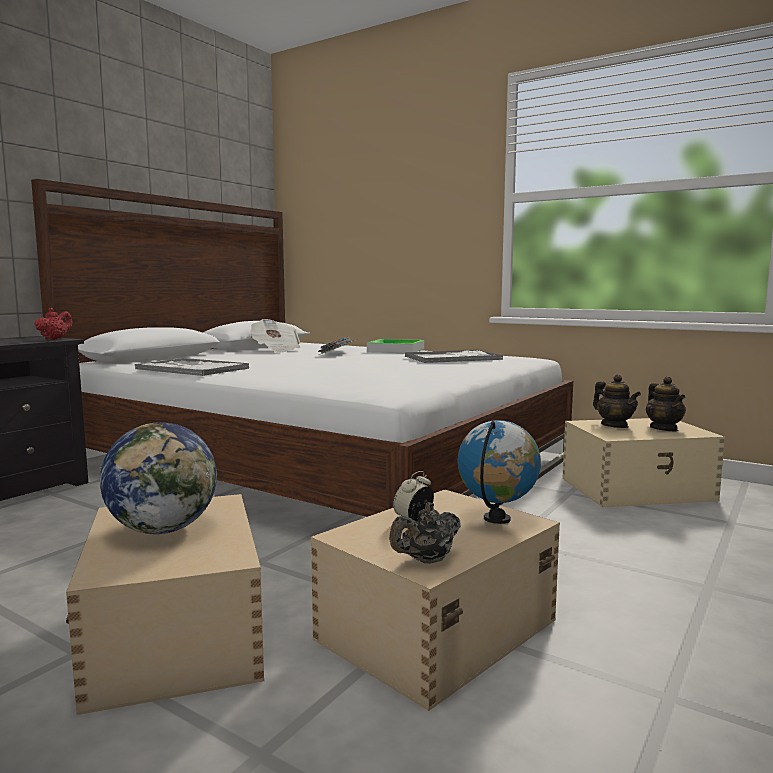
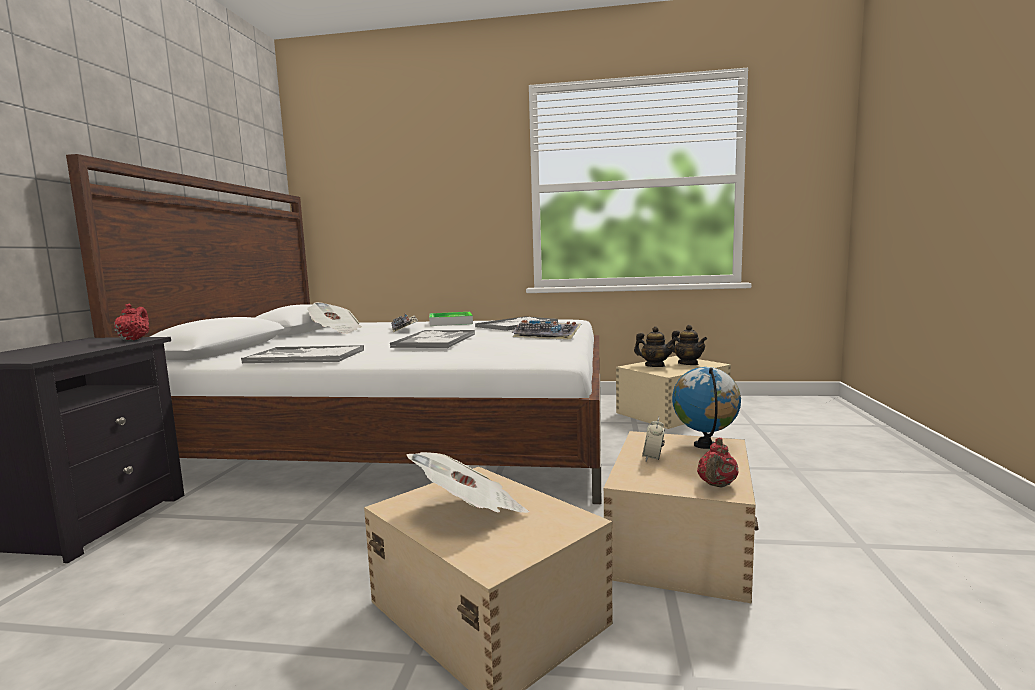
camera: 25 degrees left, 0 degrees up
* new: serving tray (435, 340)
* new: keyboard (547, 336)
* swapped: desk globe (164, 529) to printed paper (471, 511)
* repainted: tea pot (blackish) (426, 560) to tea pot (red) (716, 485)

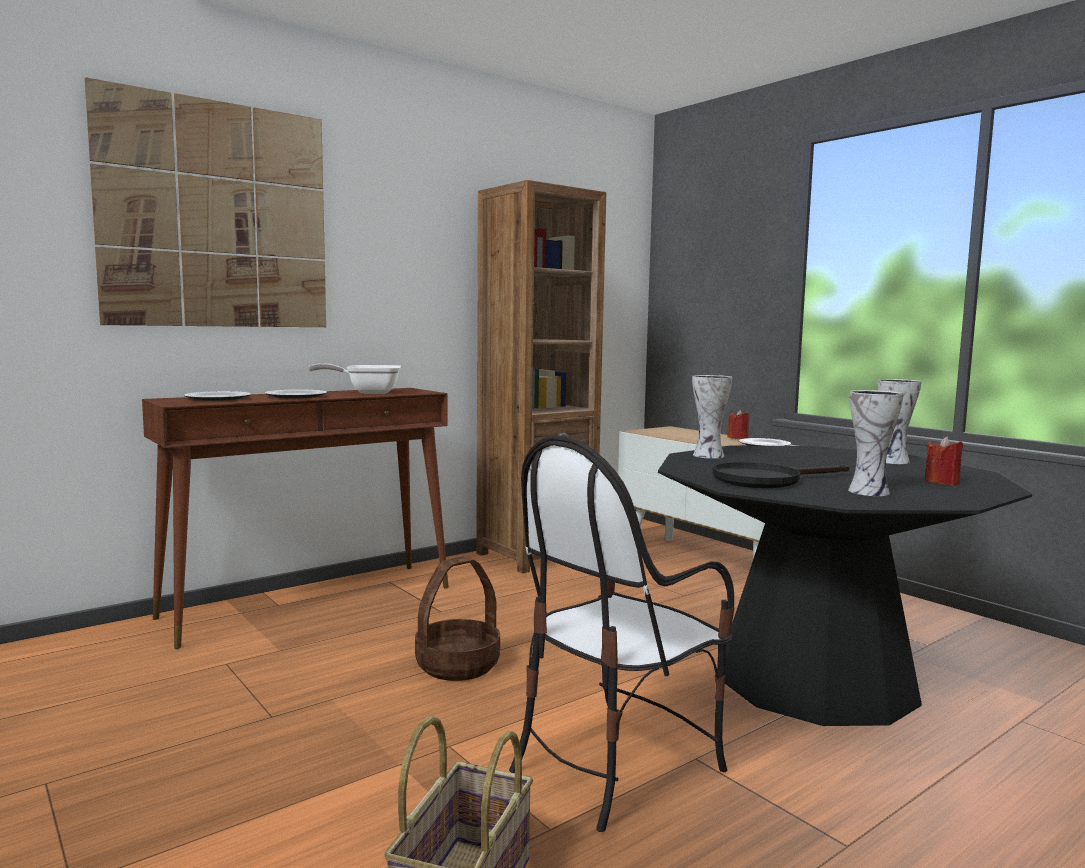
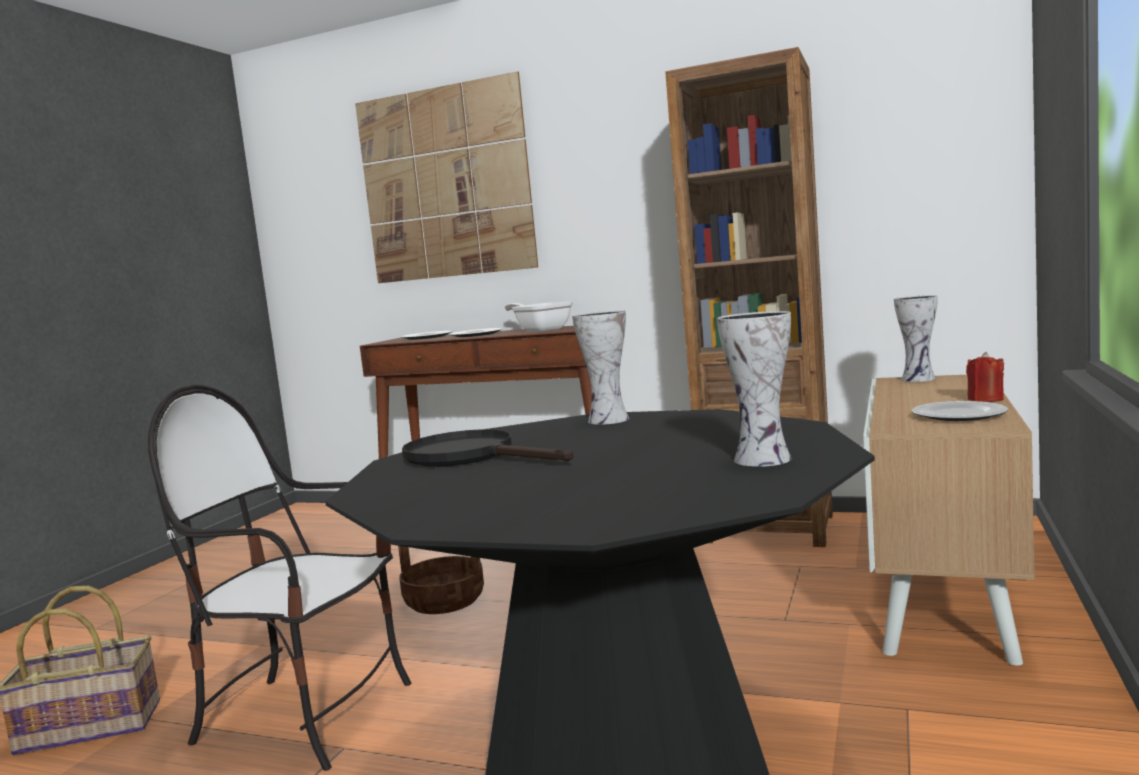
camera: 60 degrees right, 0 degrees up
* gone: wax light (red) (941, 482)
* shifted: vase (869, 491) to (920, 379)

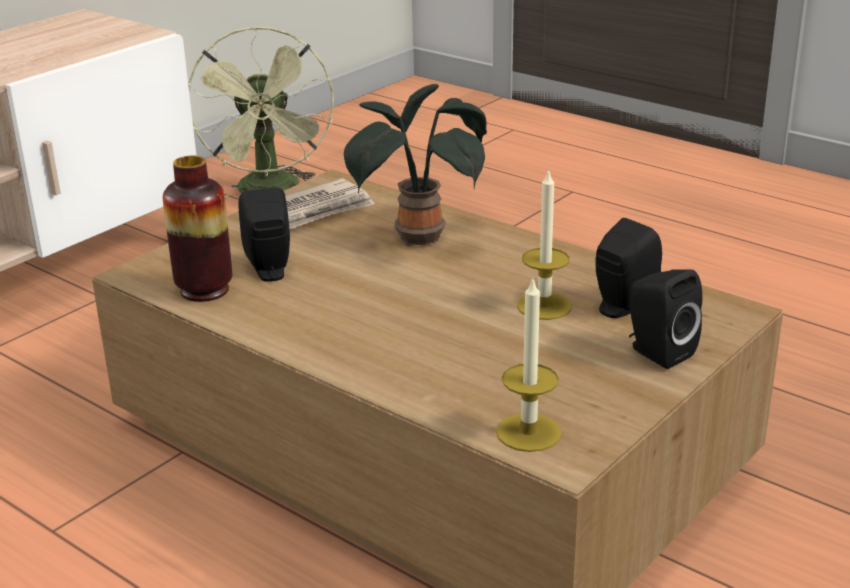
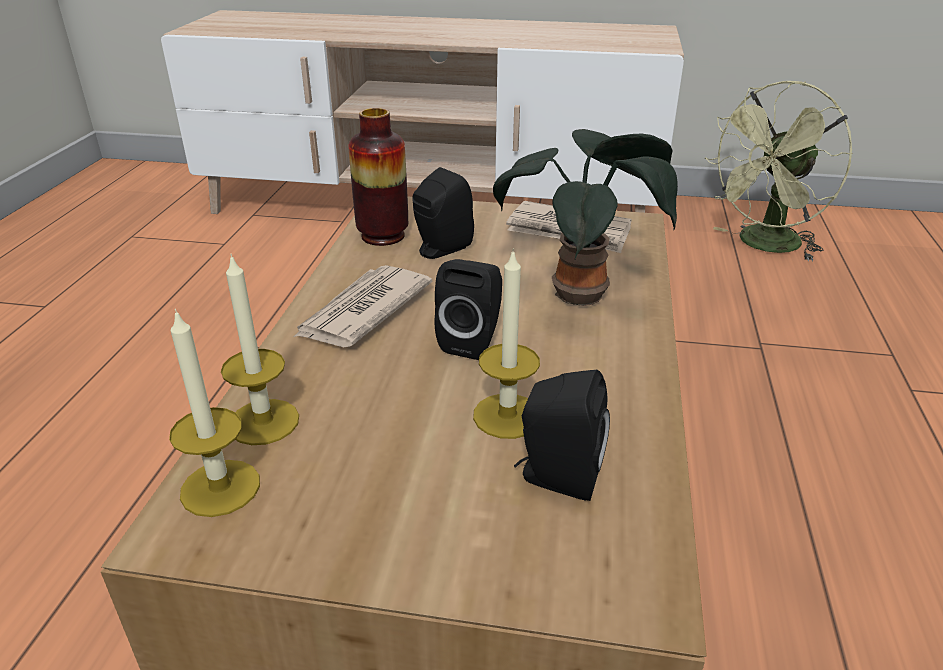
camera: 60 degrees right, 5 degrees up
* new: wax light (263, 422)
* new: printed paper (362, 311)
* shifted: audio speaker (blackish) (657, 352) to (472, 341)

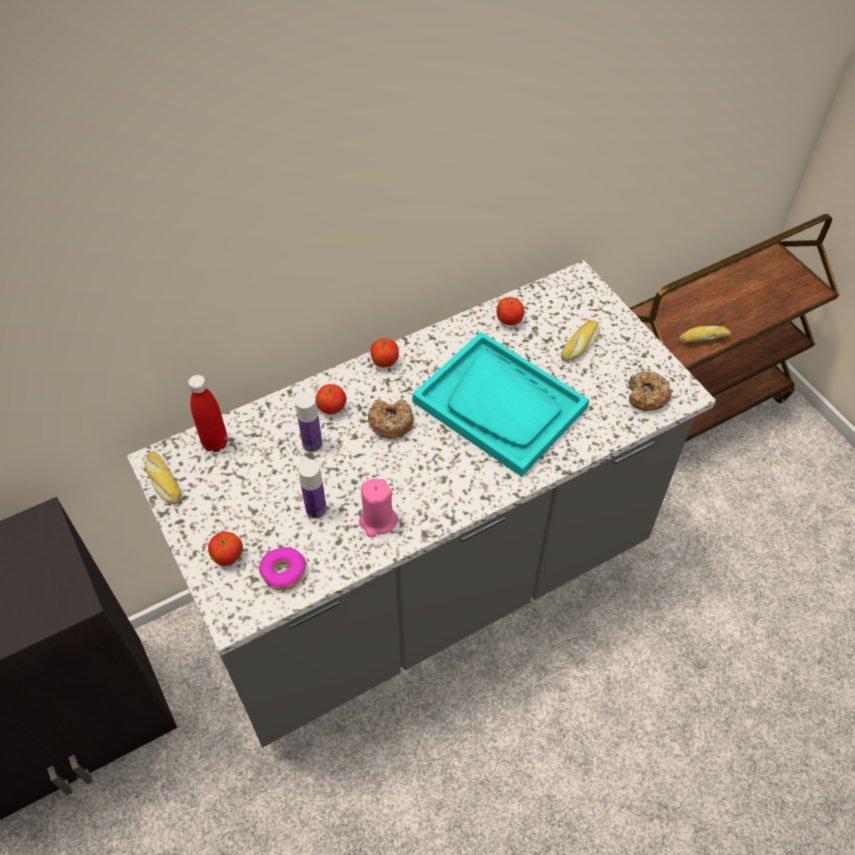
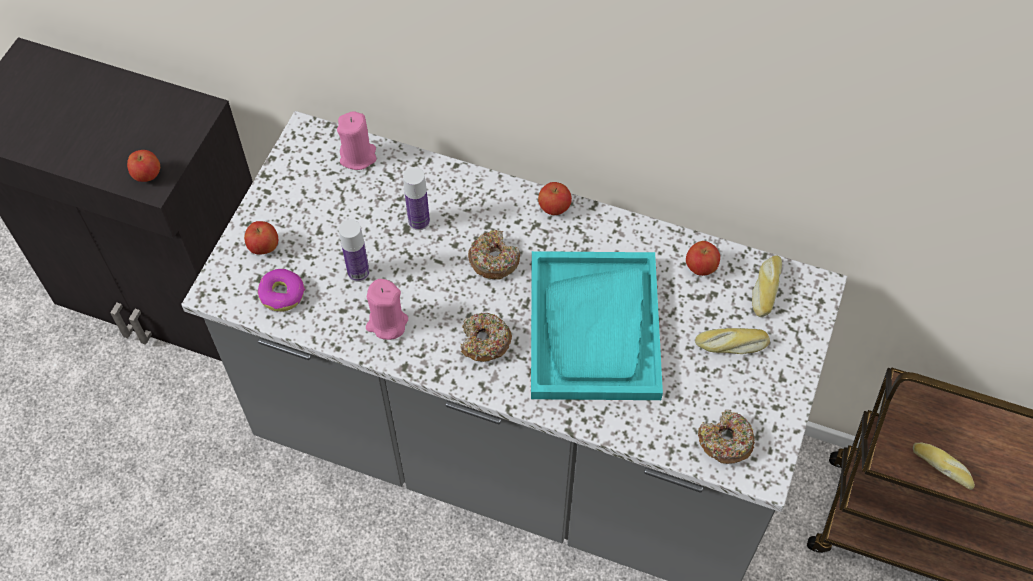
camera: 50 degrees right, 5 degrees up
* new: doughnut (484, 342)
* shifted: bakery bread (162, 482) to (765, 288)
* shifted: apple (332, 408) to (147, 175)
* swapped: bottle (red) (215, 443) to wax light (pink-coloured) (358, 156)

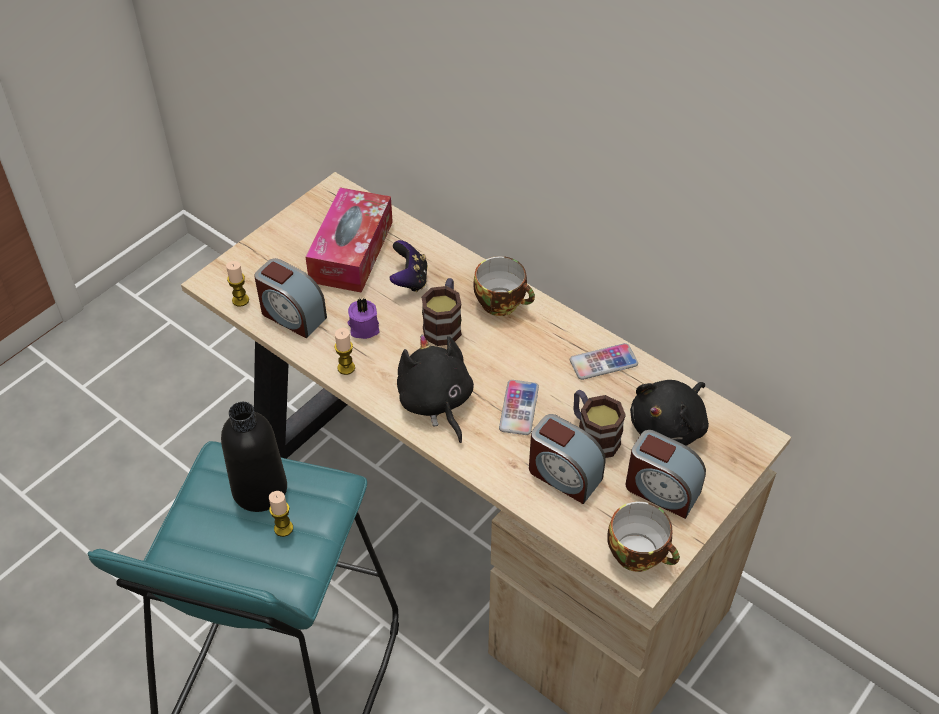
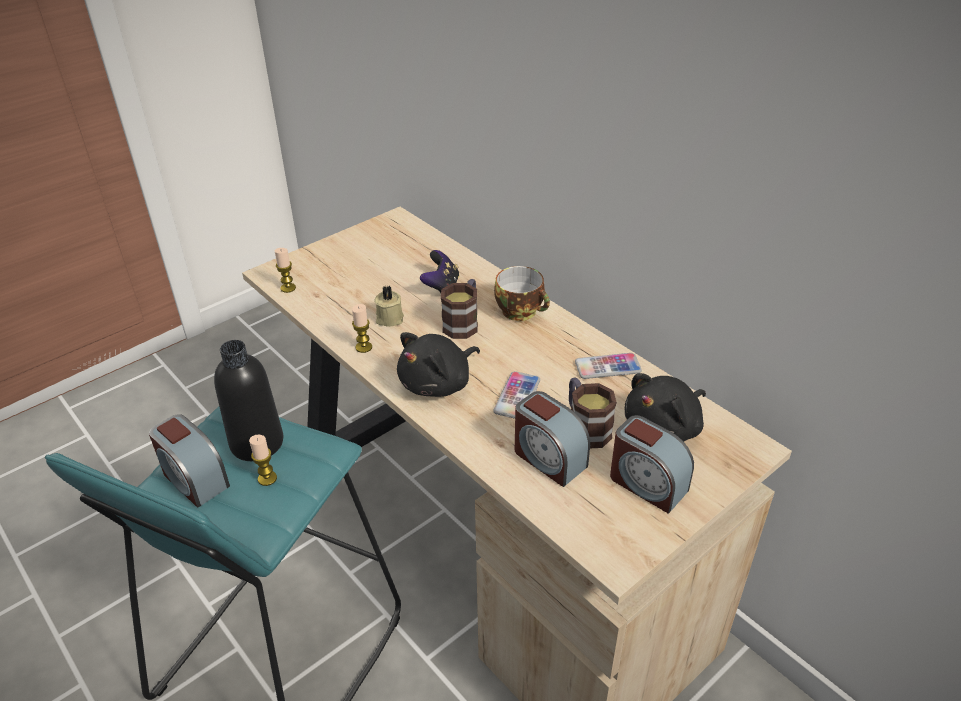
camera: 10 degrees right, 10 degrees down
* gone: tissue box (351, 251)
* gone: small cup (640, 553)
* shifted: bedside clock (292, 315) to (194, 479)
* repainted: wax light (purple-coloured) (363, 327) to wax light (sand-coloured) (389, 318)
* rotated: soft toy (blackish) (436, 403) = (438, 383) 120 degrees counterclockwise

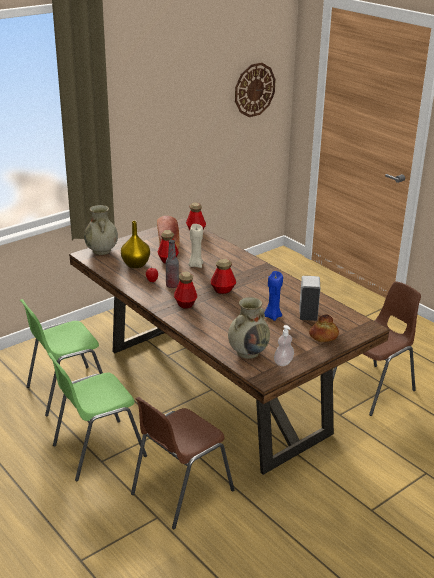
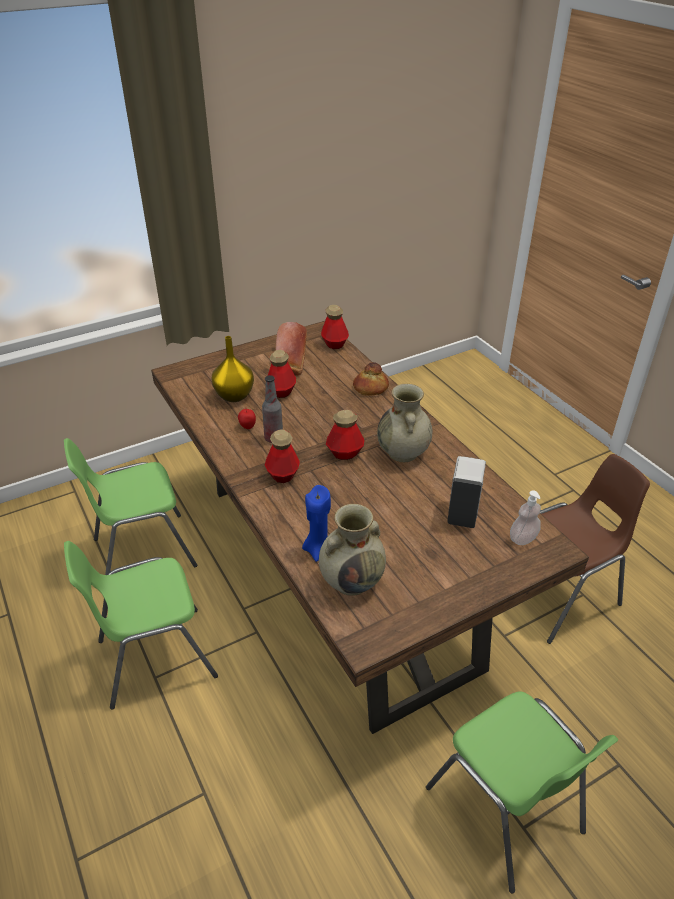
camera: 10 degrees right, 10 degrees up
* gone: chair (brown) (180, 492)
* gone: wax light (sand-coloured) (195, 265)
* gone: hanging clock (254, 89)
* new: chair (green) (505, 810)
* shifted: vase (sand-coloured) (102, 251) to (403, 453)
* shifted: wax light (bluish) (272, 316) to (318, 549)
* shifted: soap dispenser (283, 362) to (523, 538)
* shifted: bakery bread (324, 336) to (370, 388)

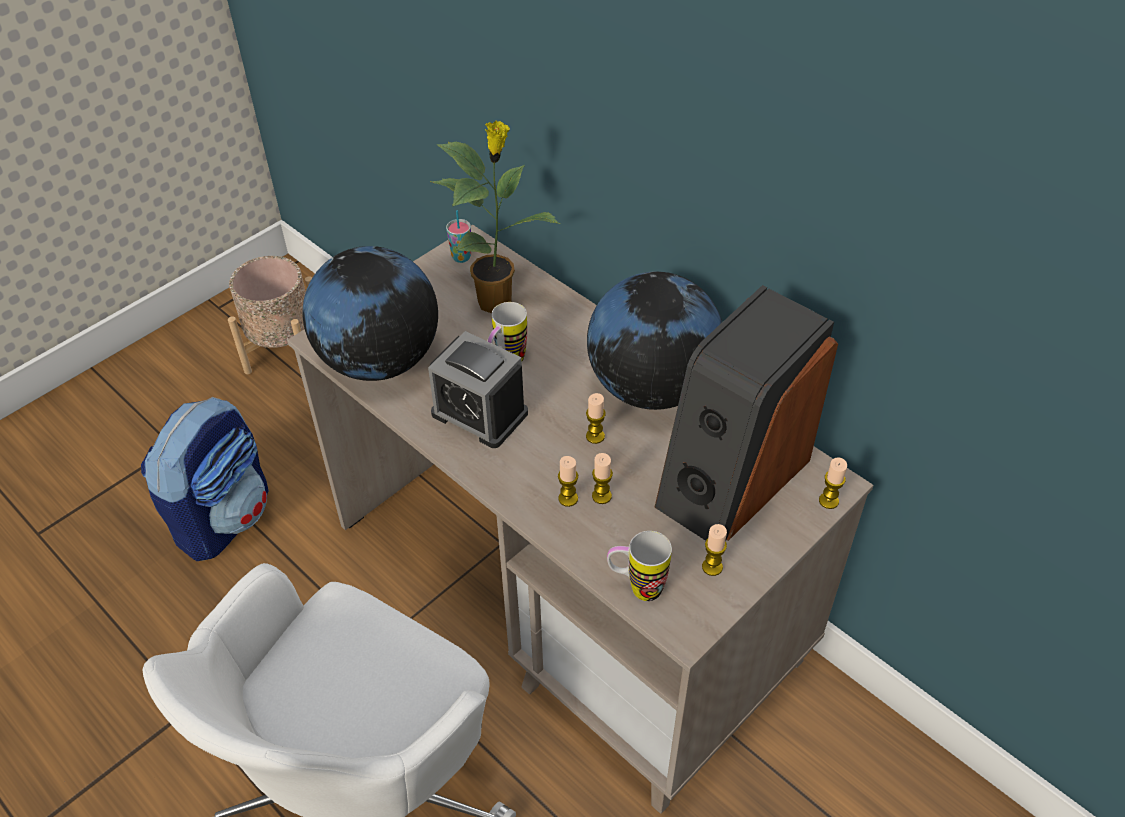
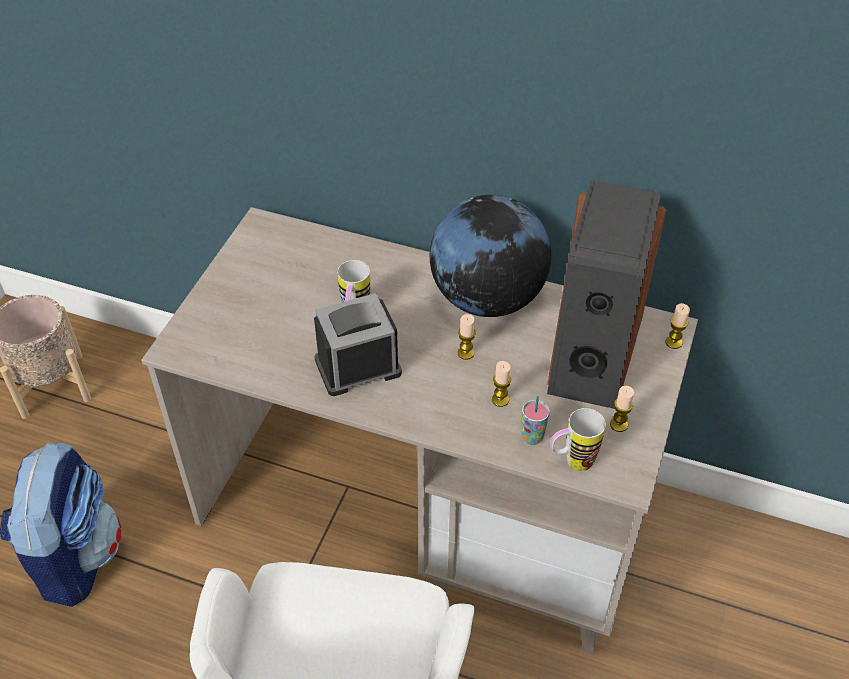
camera: 25 degrees left, 0 degrees up
* gone: desk globe (379, 360)
* gone: potted plant (497, 301)
* gone: wax light (568, 498)
* shifted: small cup (461, 257) to (532, 437)
* rotated: bedside clock (479, 413) = (358, 367) 150 degrees clockwise

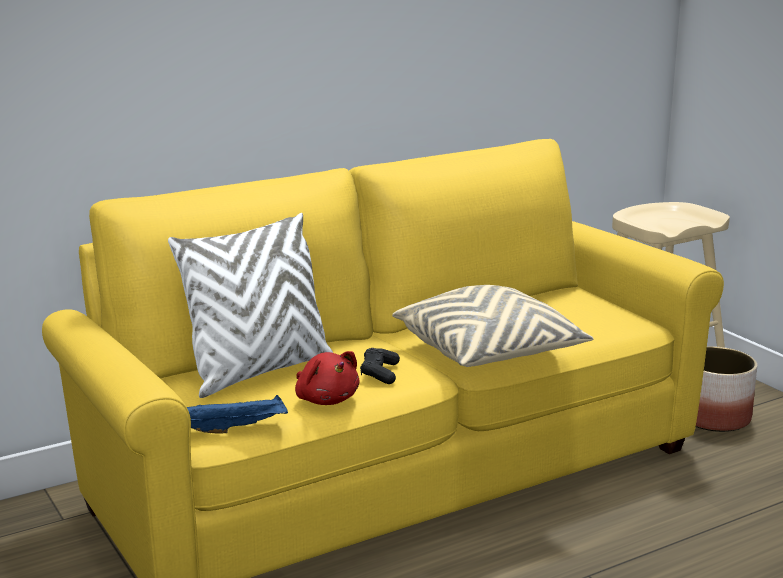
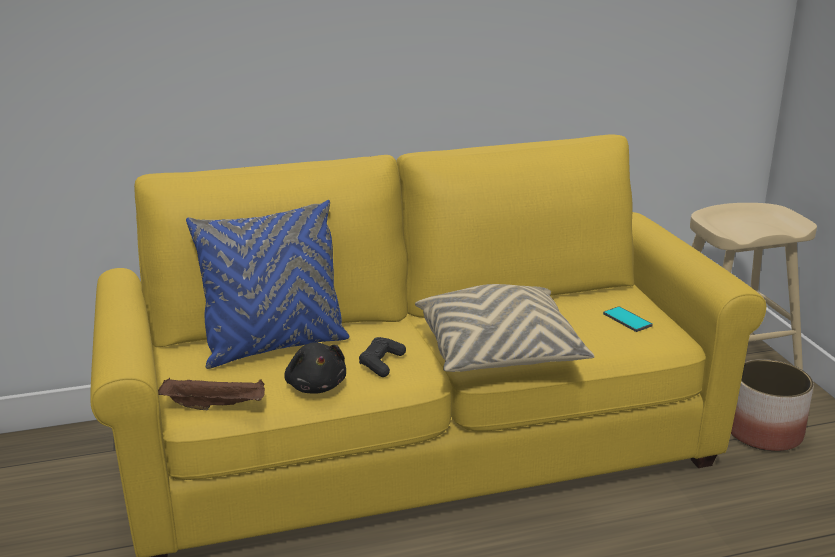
camera: 15 degrees right, 5 degrees up
* new: phone (627, 320)
* repainted: pillow (white) (258, 371) to pillow (bluish) (274, 346)
* repainted: serving tray (bluish) (232, 428) to serving tray (brown) (215, 406)
* repainted: soft toy (red) (326, 399) to soft toy (blackish) (316, 386)

